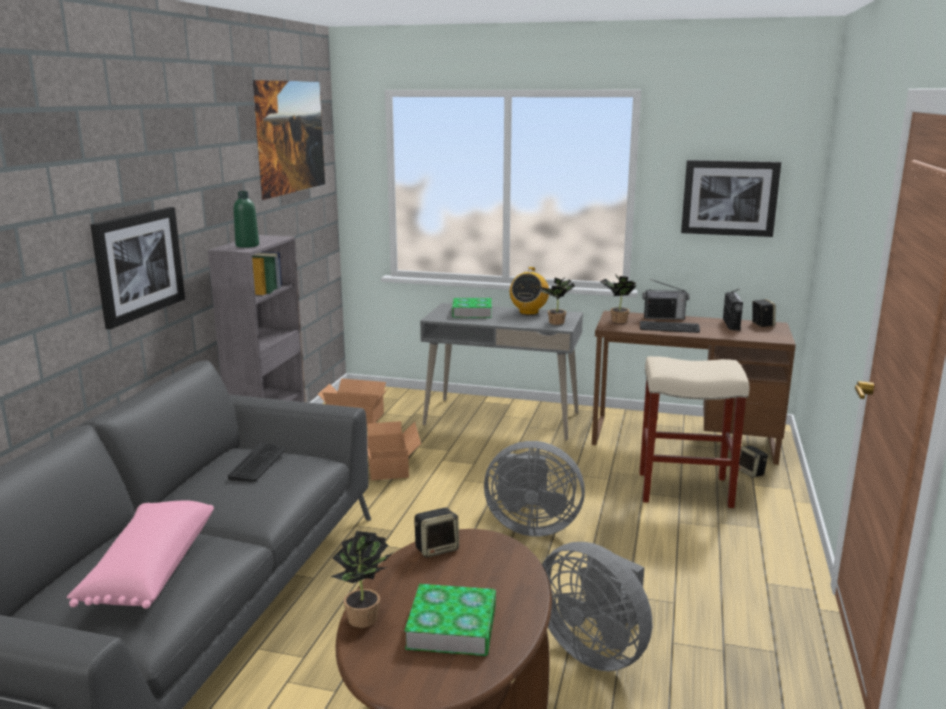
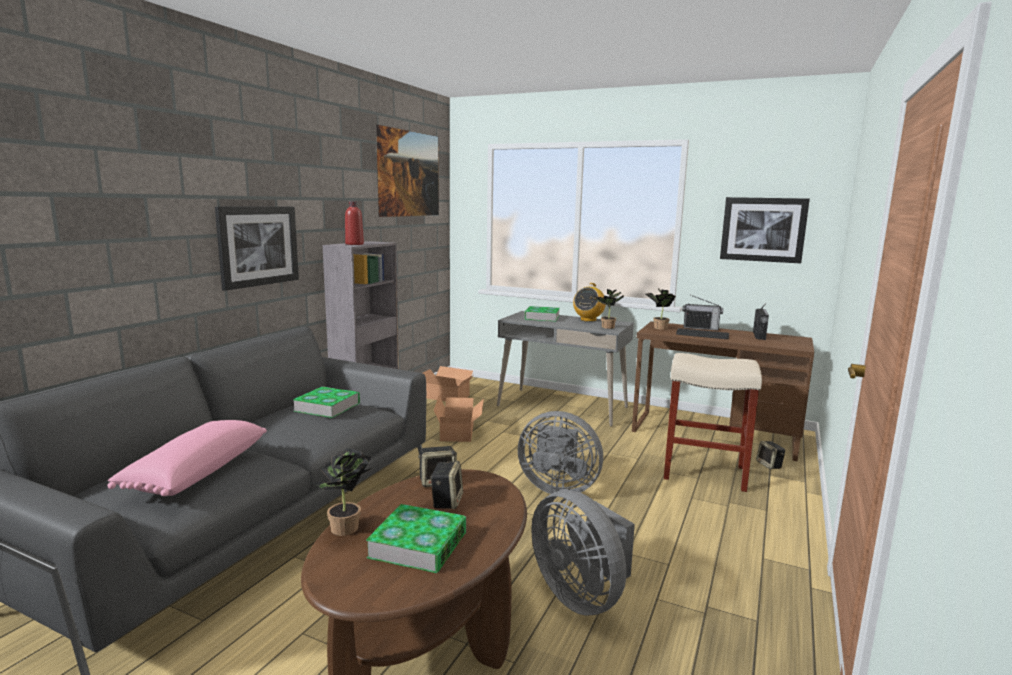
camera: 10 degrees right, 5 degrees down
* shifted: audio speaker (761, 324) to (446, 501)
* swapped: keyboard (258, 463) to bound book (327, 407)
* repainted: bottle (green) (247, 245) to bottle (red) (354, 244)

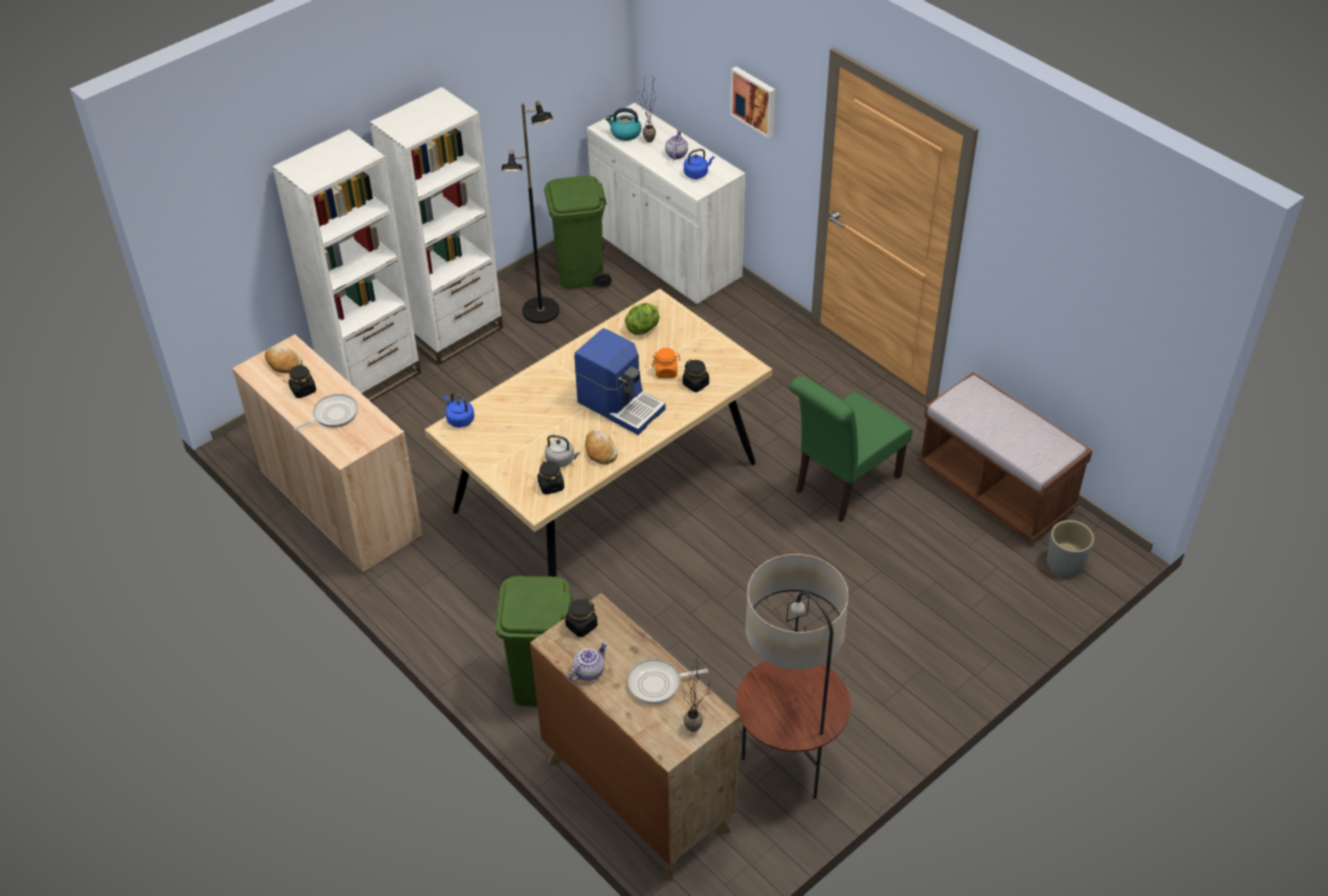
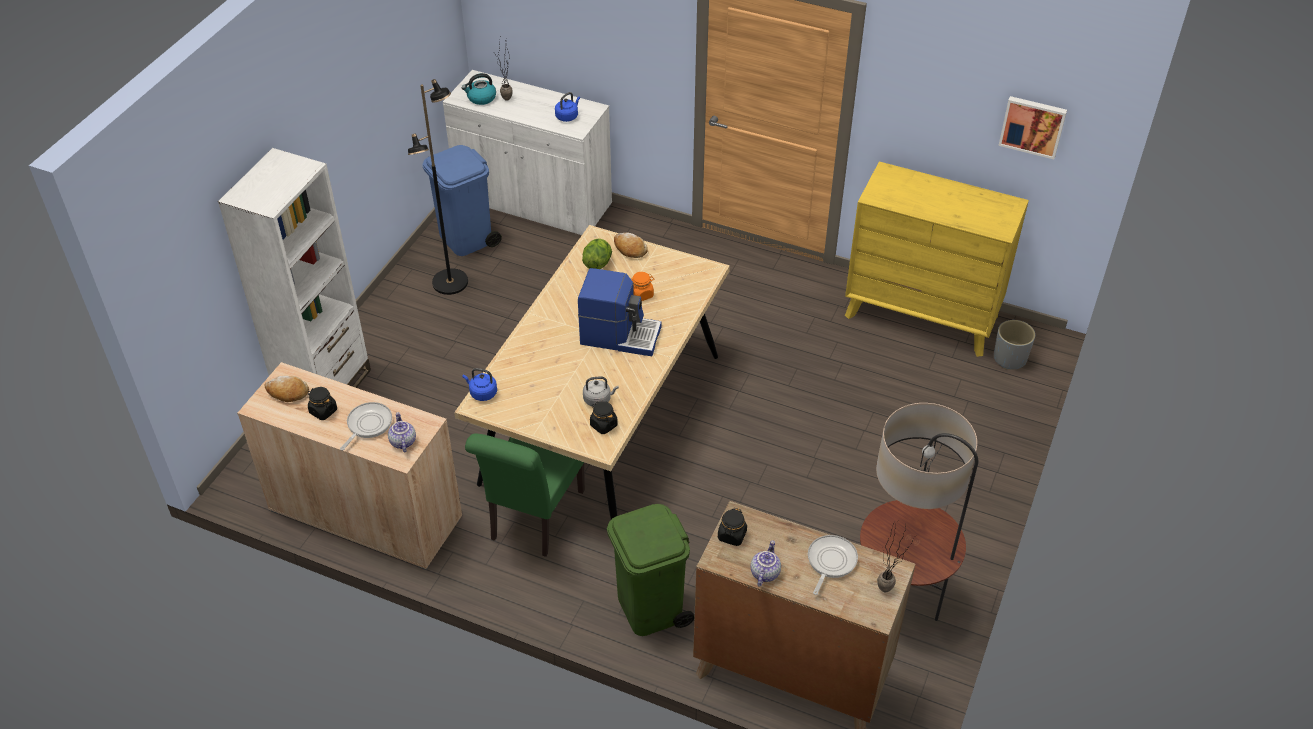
camera: 25 degrees left, 0 degrees up
* gone: bookcase (white) (454, 332)
* gone: preserve jar (blackish) (696, 384)
* shifted: bakery bread (600, 451) to (630, 249)
* shifted: tea pot (676, 154) to (402, 442)
* shifted: picture (754, 101) to (1033, 126)
* shifted: chair (green) (842, 486) to (533, 519)
* swapped: bench (brown) (996, 488) to dresser (yellowish) (921, 316)
* repainted: trash can (green) (580, 273) to trash can (bluish) (466, 239)
* rotated: skillet (657, 684) = (830, 562) 150 degrees clockwise

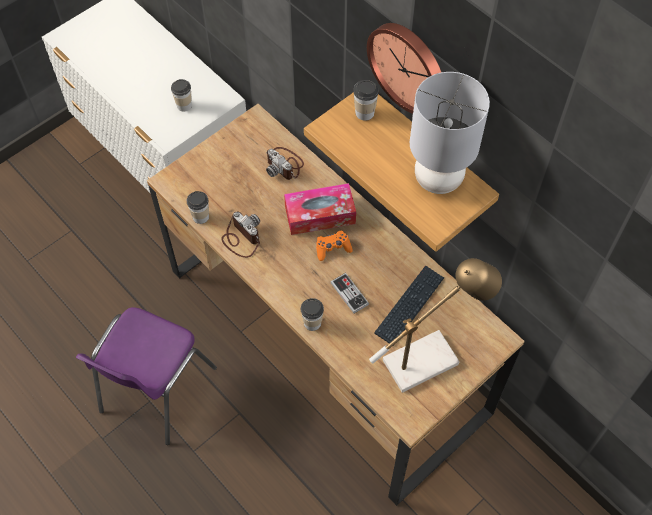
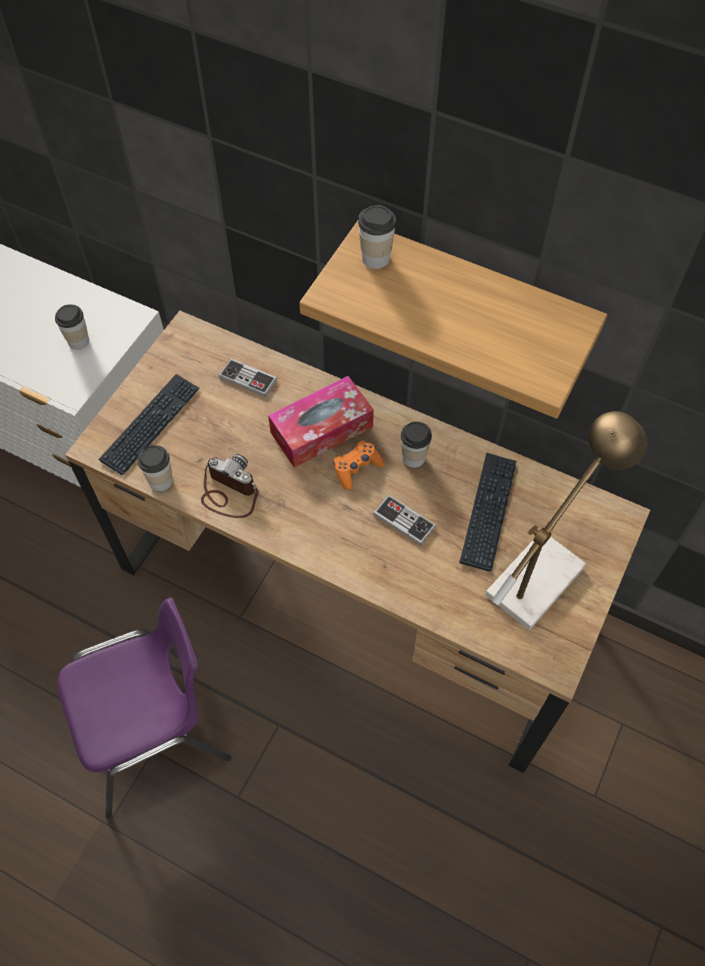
camera: 20 degrees left, 0 degrees up
* gone: hanging clock (409, 66)
* gone: lamp for a table (grey) (437, 179)
* new: keyboard (151, 425)
* shifted: small cup (312, 323) to (413, 458)
* swapped: still camera (284, 165) to game controller (248, 379)
* rotated: chair (purple-coloured) (155, 391) = (156, 735) 120 degrees counterclockwise

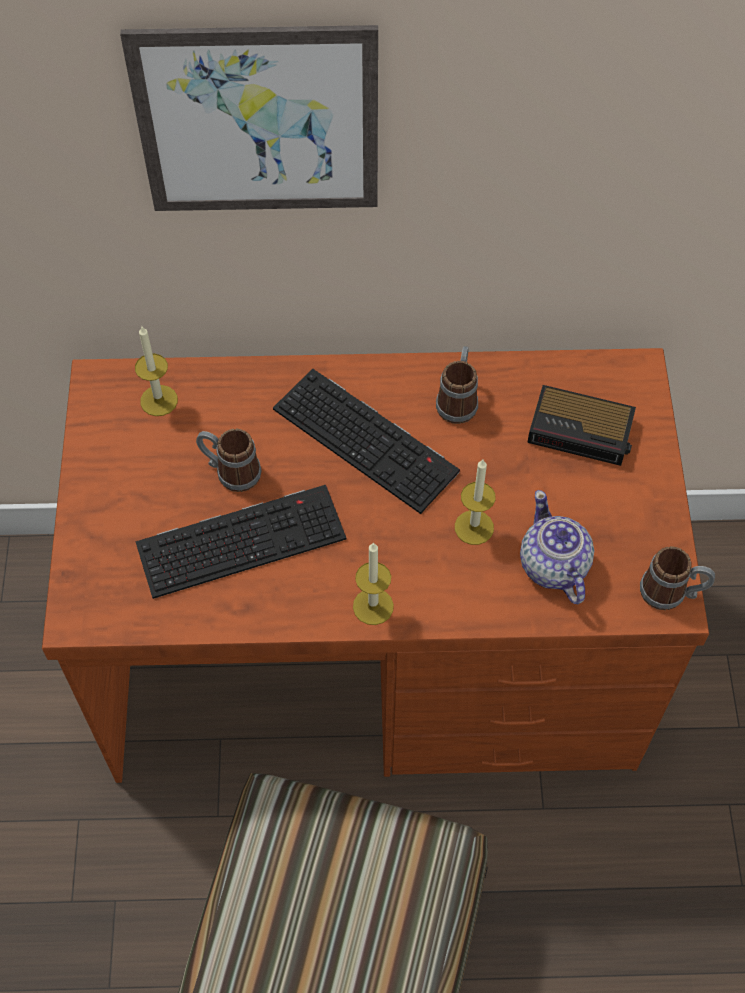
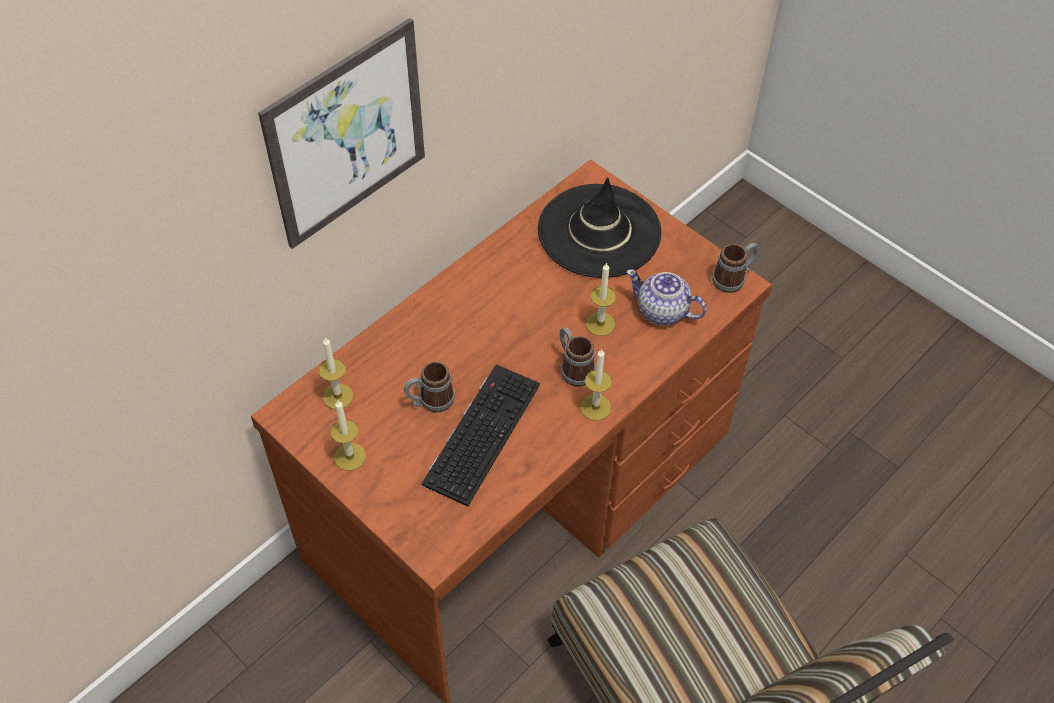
camera: 45 degrees left, 5 degrees down
* gone: keyboard (368, 440)
* new: wax light (350, 456)
* shifted: mug (458, 399) to (573, 368)
* swapped: bedside clock (582, 431) to hat (blackish) (599, 231)

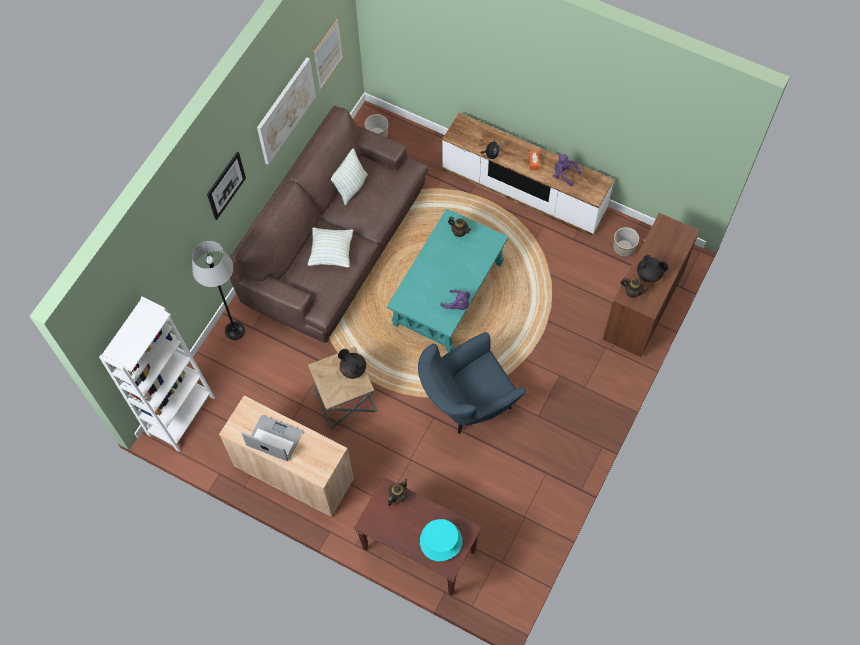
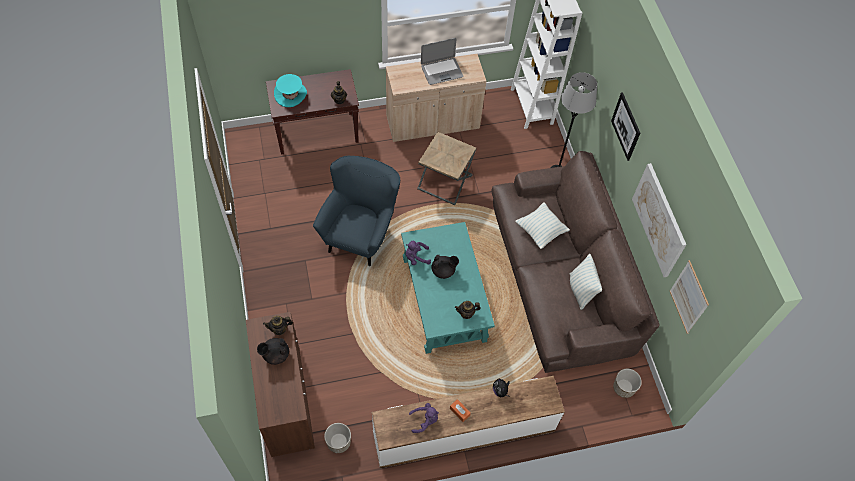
camera: 135 degrees right, 5 degrees down
* shifted: tea pot (blackish) (353, 368) to (443, 271)

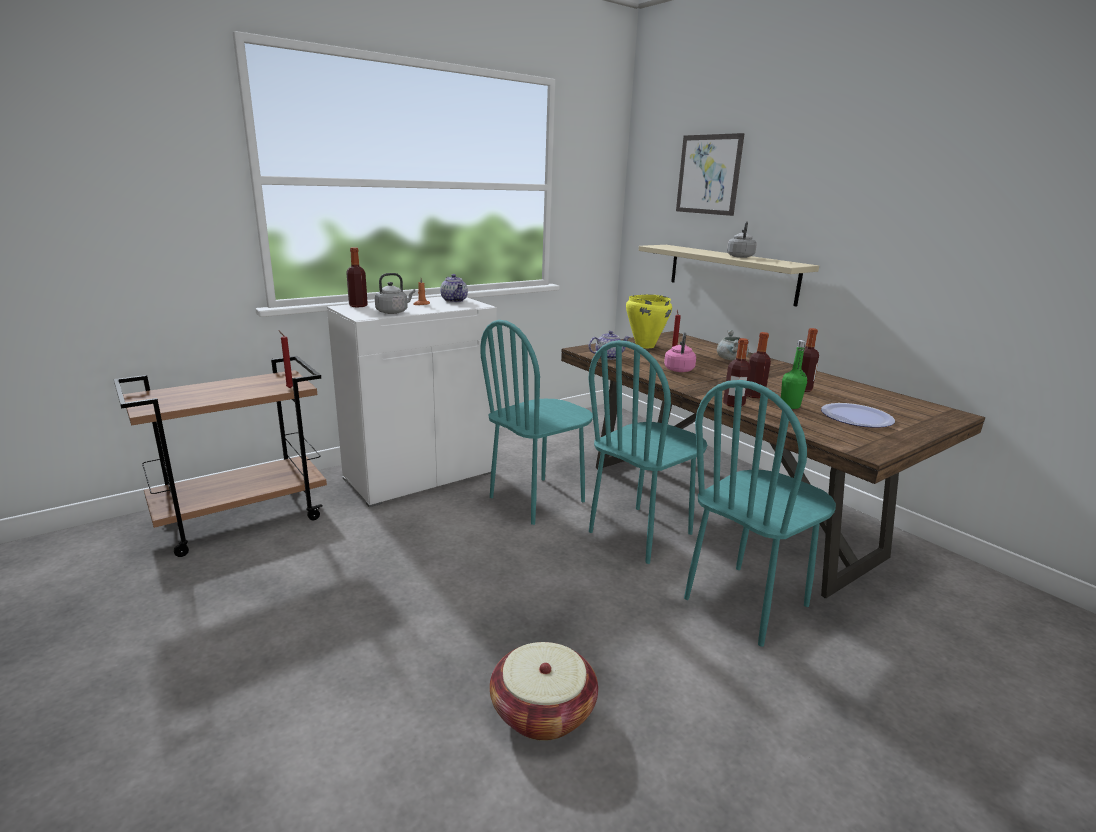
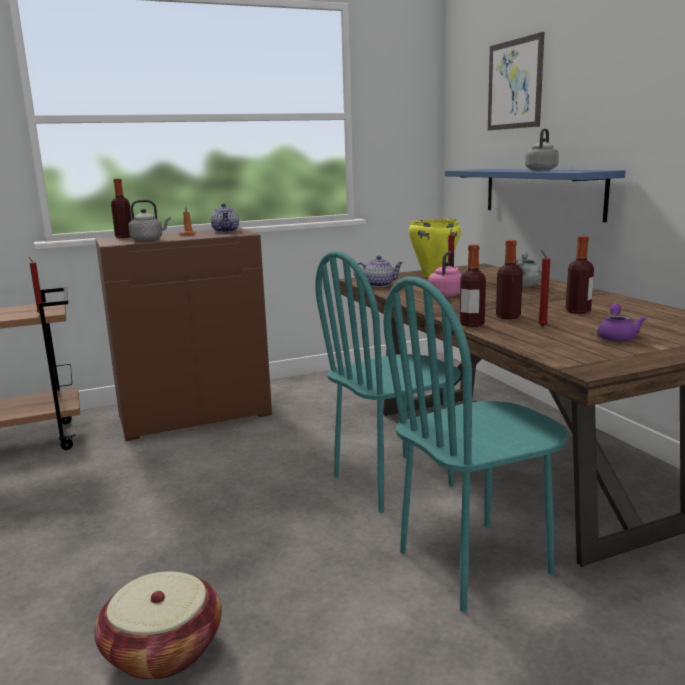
camera: 15 degrees right, 5 degrees down
* gone: chair (turquoise-coloured) (537, 499)
* swapped: bottle (green) (790, 406) to wax light (red) (541, 326)
* swapped: plate (856, 417) to tea pot (purple-coloured) (617, 336)
* repainted: cabinet (white) (420, 475) to cabinet (brown) (195, 414)
* repainted: bracket shelf (sand-coloured) (731, 273) to bracket shelf (bluish) (542, 192)

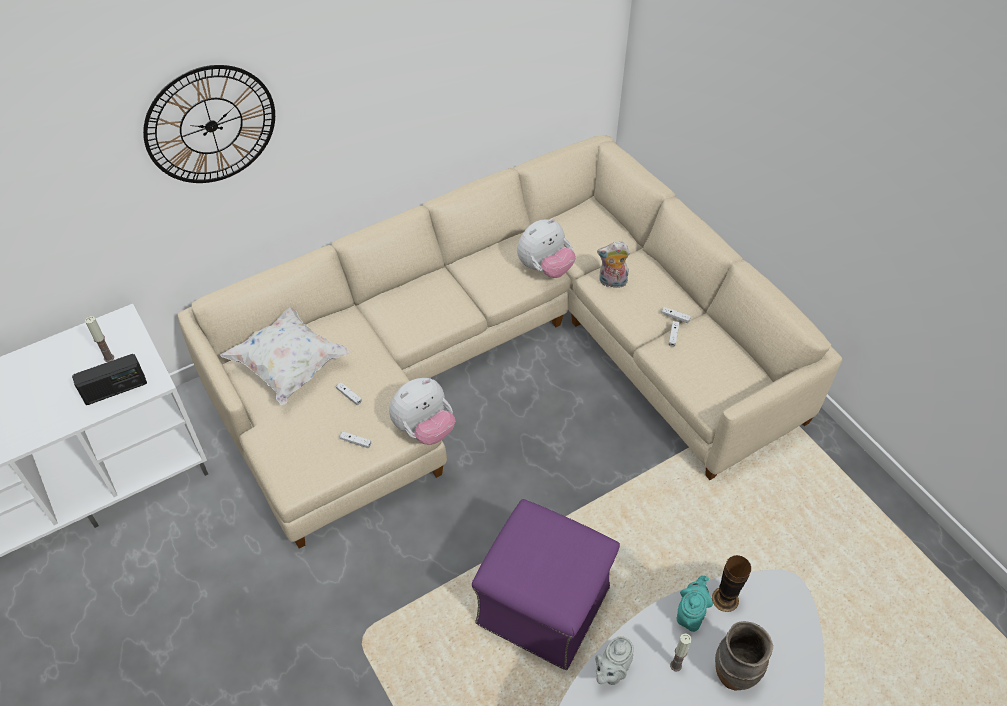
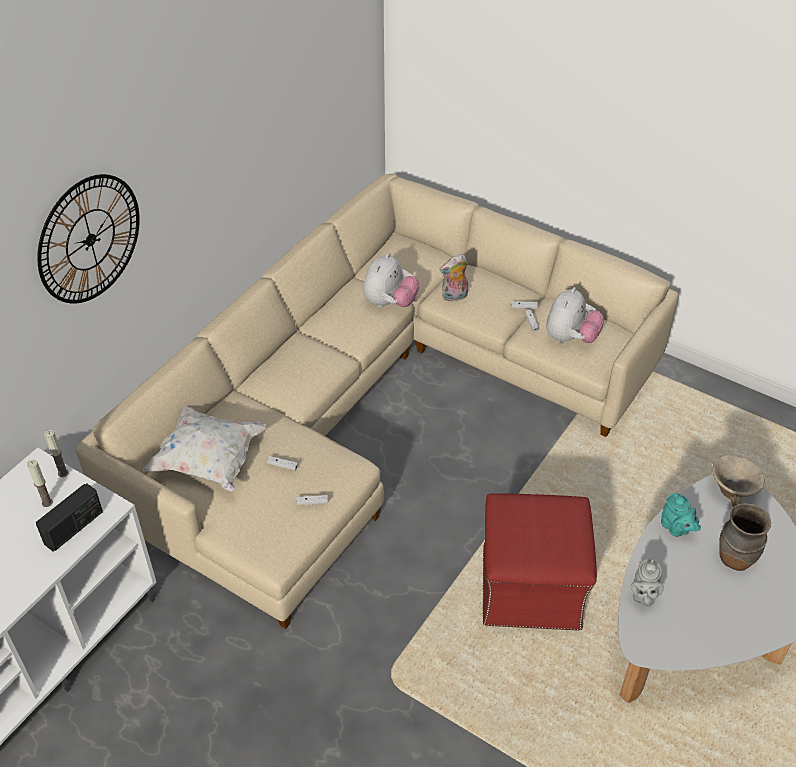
camera: 25 degrees left, 5 degrees down
* gone: vase (725, 599)
* new: deep dish (sand-coloured) (732, 491)
* shifted: soft toy (424, 429) to (570, 338)
* shifted: wax light (676, 665) to (63, 473)
* repainted: ottoman (purple-coloured) (544, 606) to ottoman (red) (532, 587)
* rotated: tea pot (turquoise-coloured) (691, 614) = (676, 528) 150 degrees clockwise

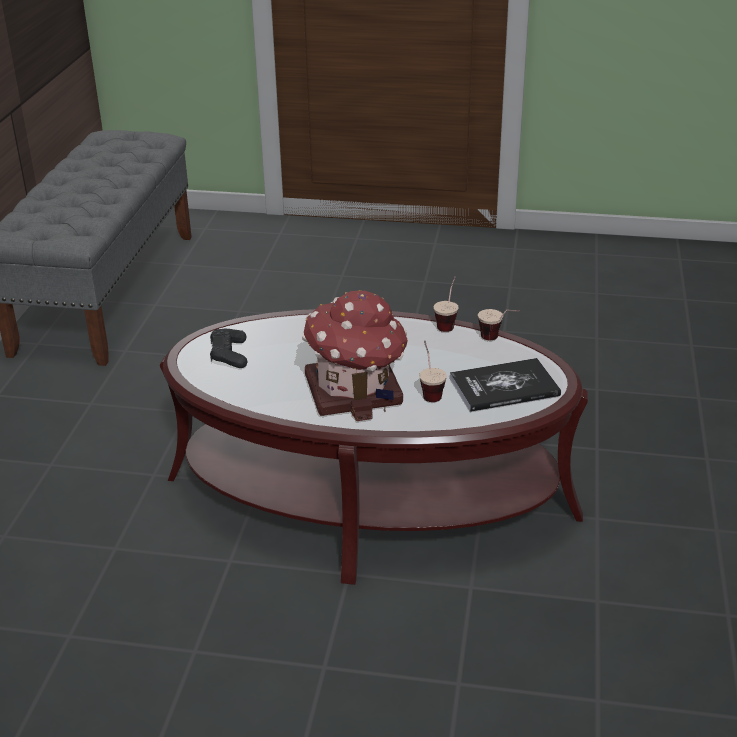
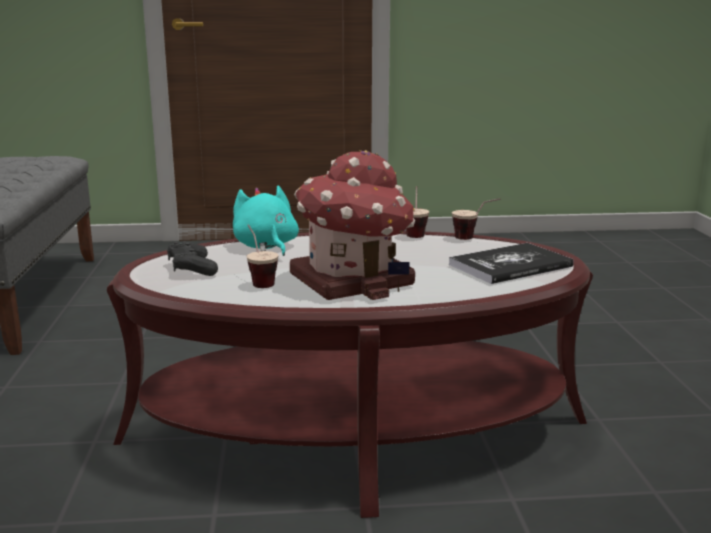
camera: 15 degrees left, 15 degrees down
* new: soft toy (turquoise-coloured) (266, 247)
* shifted: small cup (429, 391) to (259, 281)

